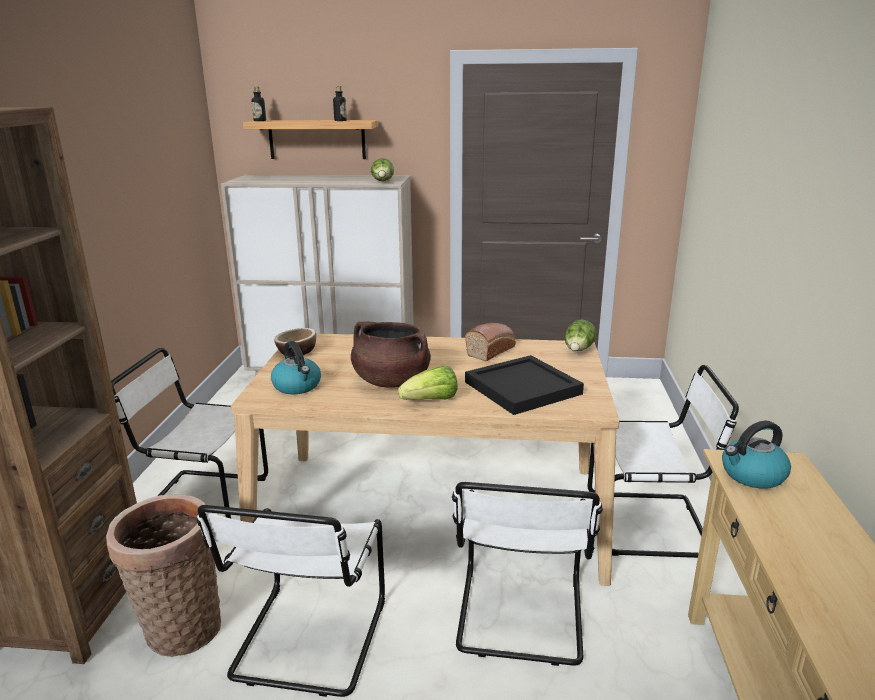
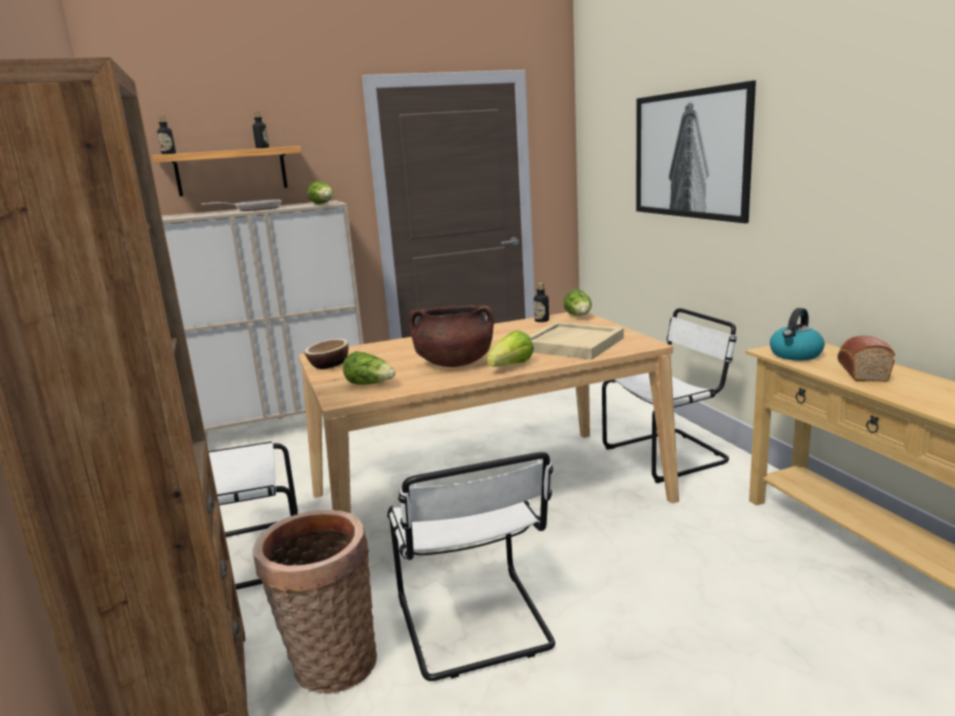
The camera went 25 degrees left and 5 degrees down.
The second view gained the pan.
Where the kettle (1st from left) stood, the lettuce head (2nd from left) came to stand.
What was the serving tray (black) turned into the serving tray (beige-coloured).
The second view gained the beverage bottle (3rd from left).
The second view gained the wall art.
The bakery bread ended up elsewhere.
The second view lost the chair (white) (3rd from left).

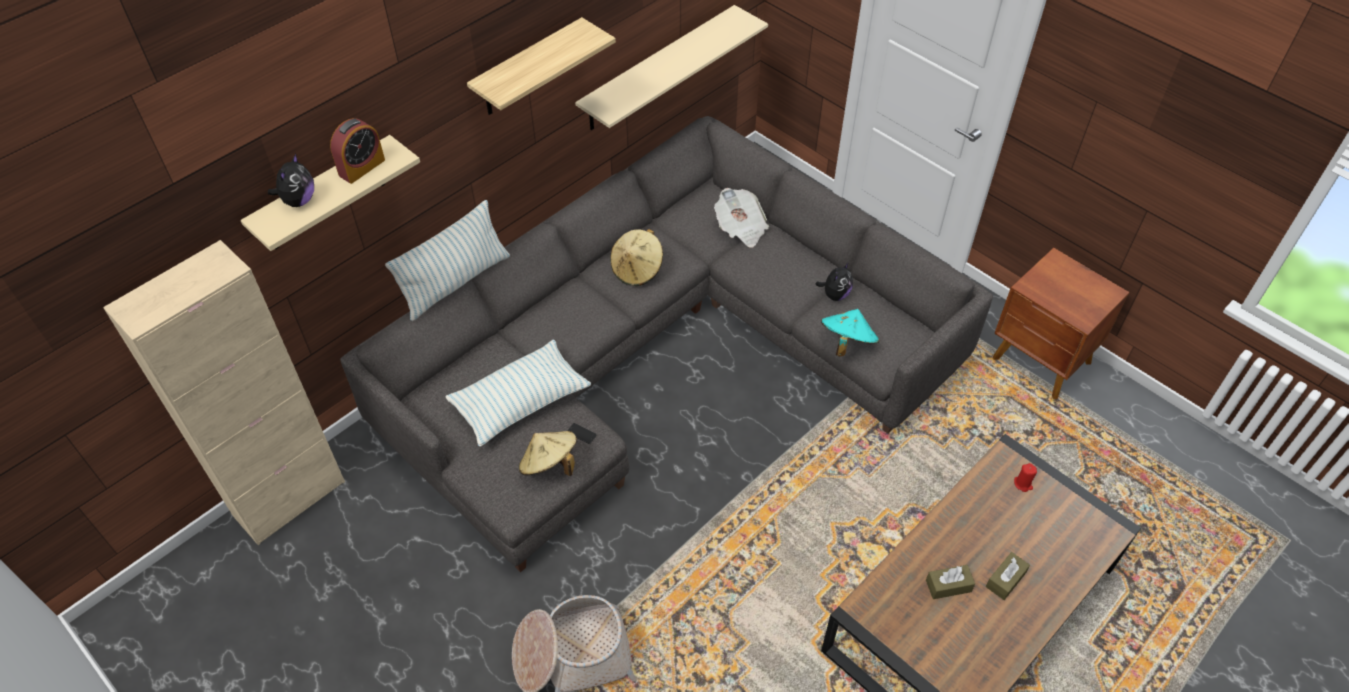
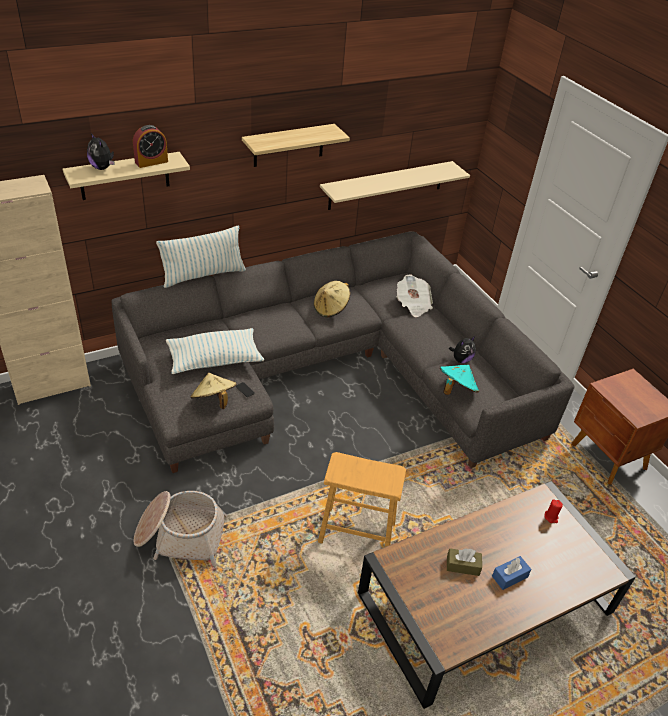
The camera went 15 degrees right and 10 degrees down.
The cuddly toy (1st from left) ended up facing another way, 105 degrees clockwise from before.
The second view gained the stool (brownish).
What was the box of tissues (brownish) (2nd from left) turned into the box of tissues (blue).

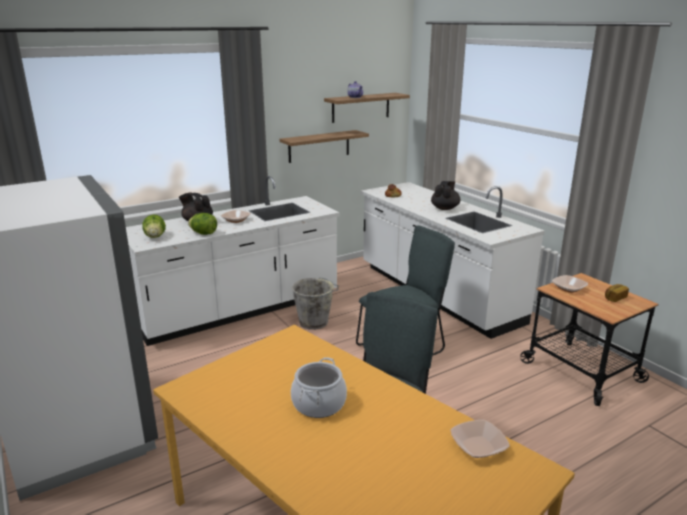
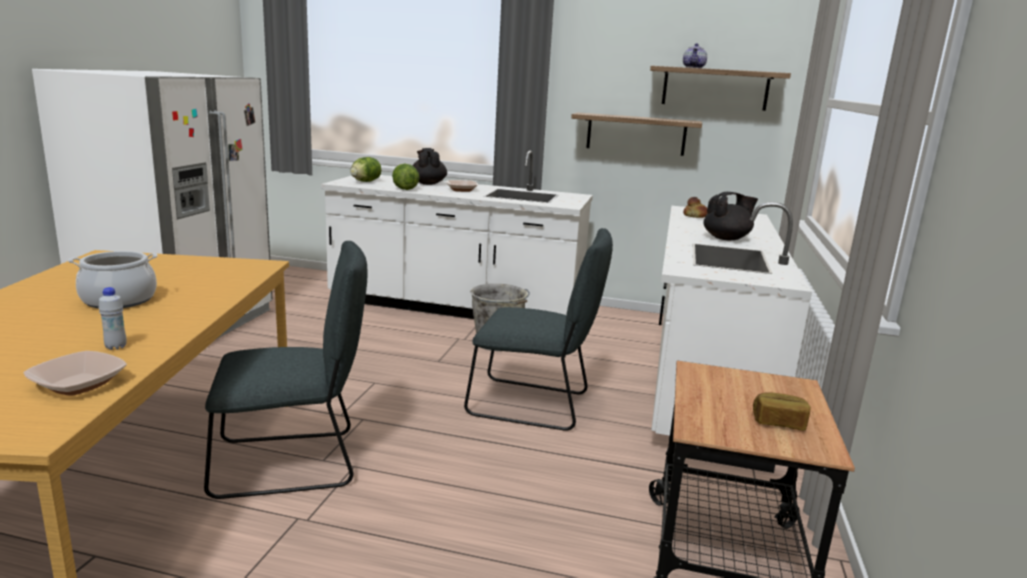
The camera went 45 degrees right and 5 degrees down.
The second view gained the beverage bottle (white).
The second view lost the serving bowl (3rd from left).

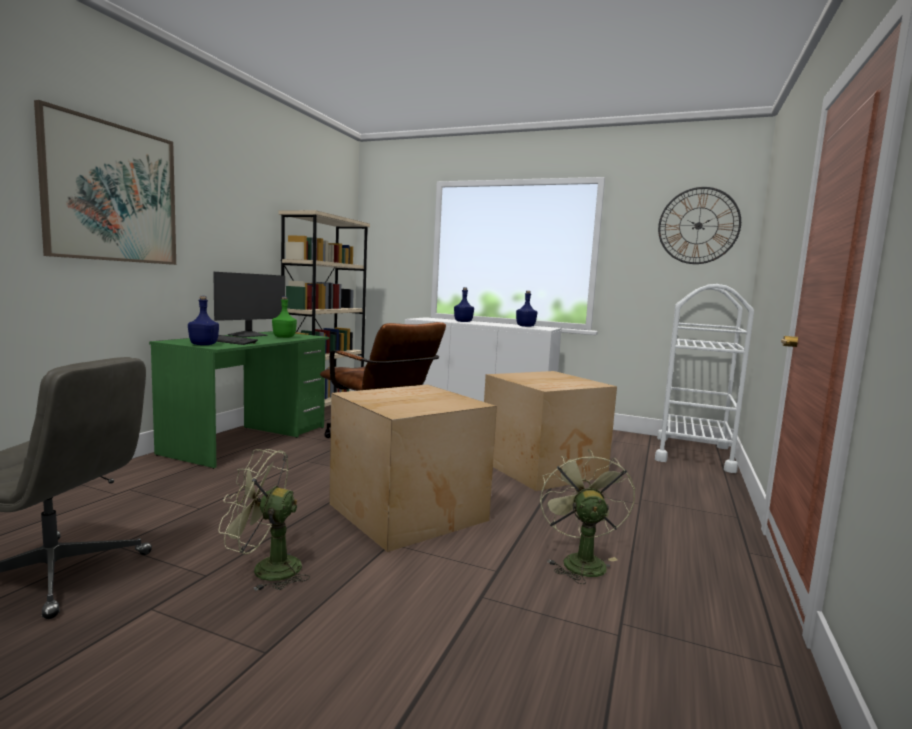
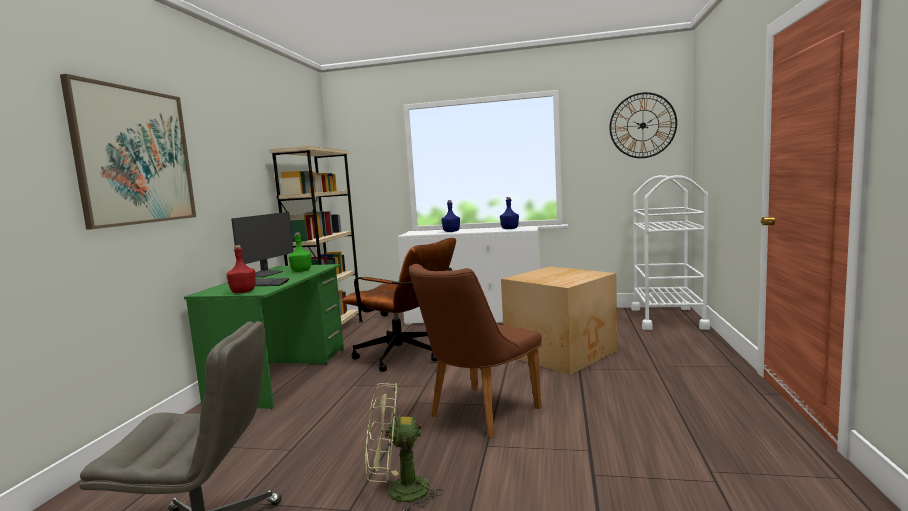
The camera went 10 degrees left and 0 degrees up.
What was the beverage bottle (blue) (1st from left) turned into the beverage bottle (reddish).
Where the packing box (1st from left) stood, the chair (brownish) came to stand.
The second view lost the cooling fan (greenish) (2nd from left).

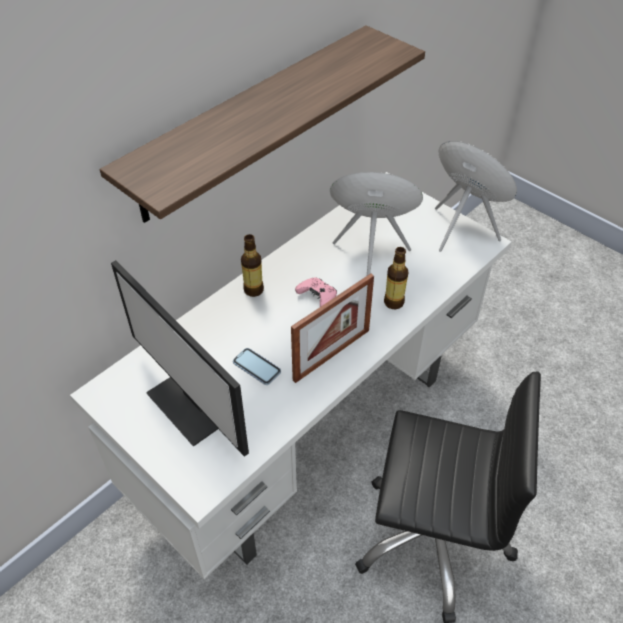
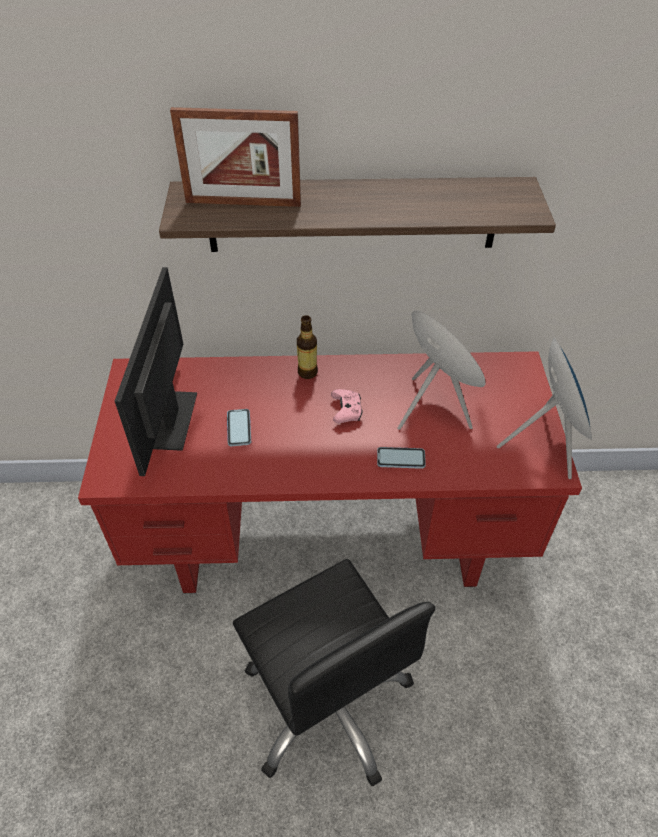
The camera went 45 degrees right and 0 degrees up.
What was the desk unit (white) turned into the desk unit (reddish).
The picture frame ended up elsewhere.
Where the beverage bottle (2nd from left) stood, the phone (2nd from left) came to stand.

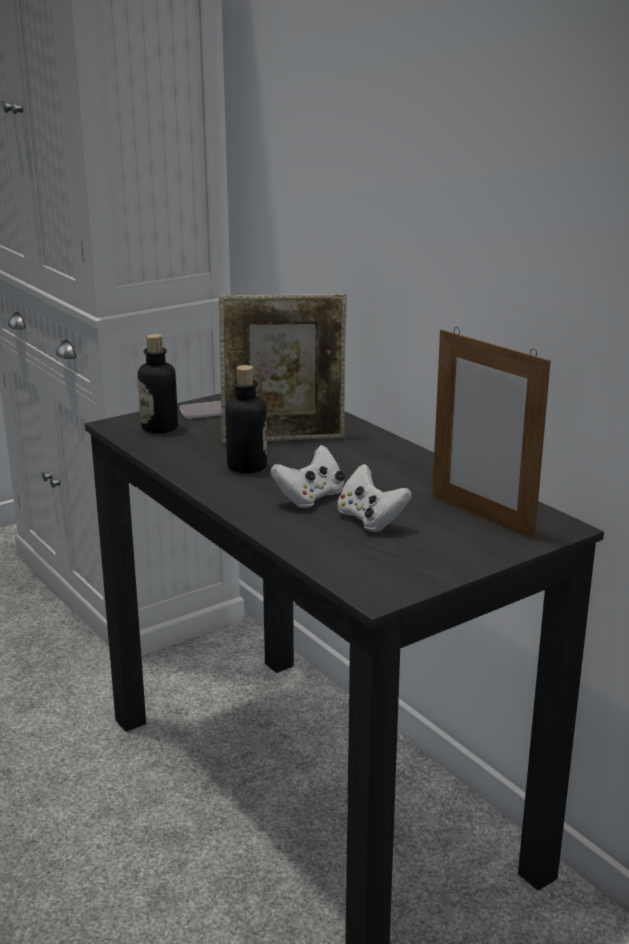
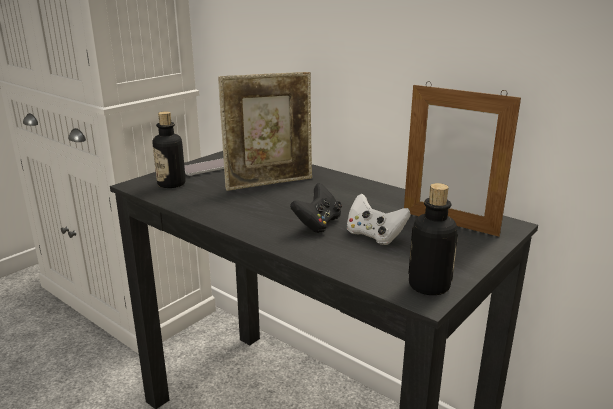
The camera went 15 degrees left and 0 degrees up.
What was the gamepad (white) (1st from left) turned into the gamepad (black).
The beverage bottle (2nd from left) ended up elsewhere.

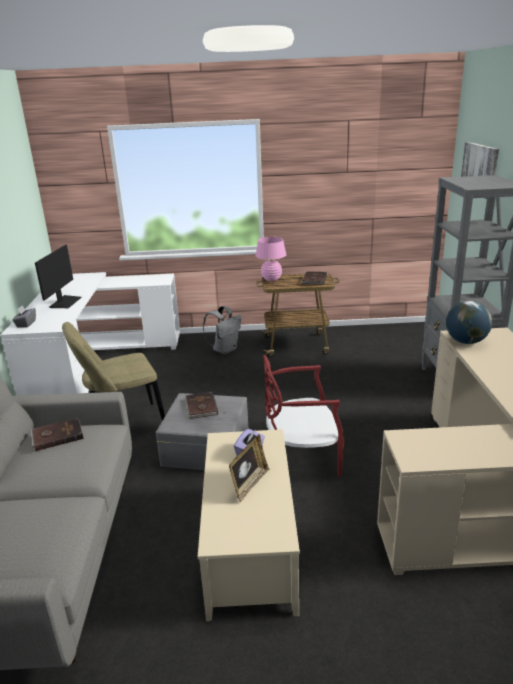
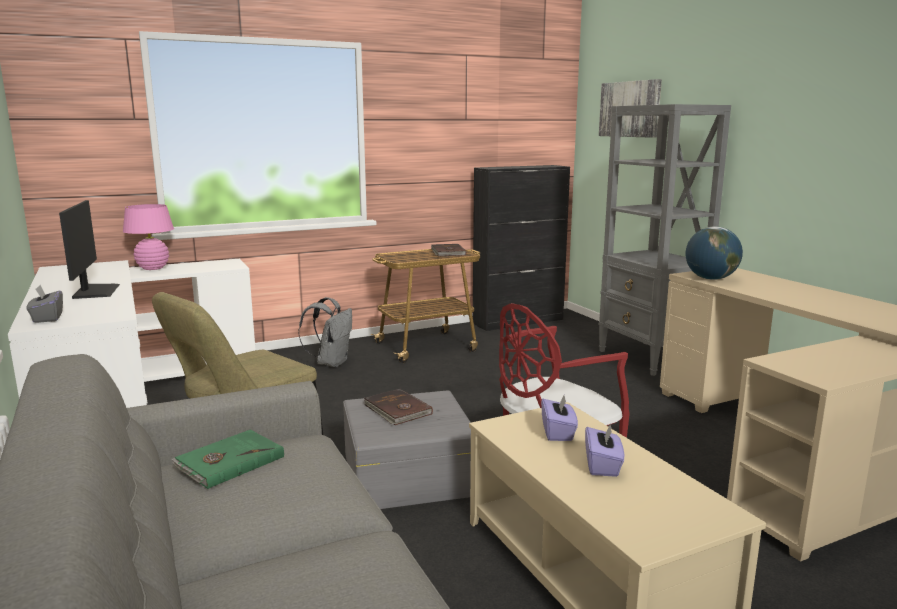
The camera went 25 degrees left and 10 degrees down.
The table lamp (pink) ended up elsewhere.
What was the volume (brownish) (1st from left) turned into the volume (greenish).
The second view gained the storage cabinet (black).
Where the picture frame stood, the box of tissues (purple) (2nd from left) came to stand.

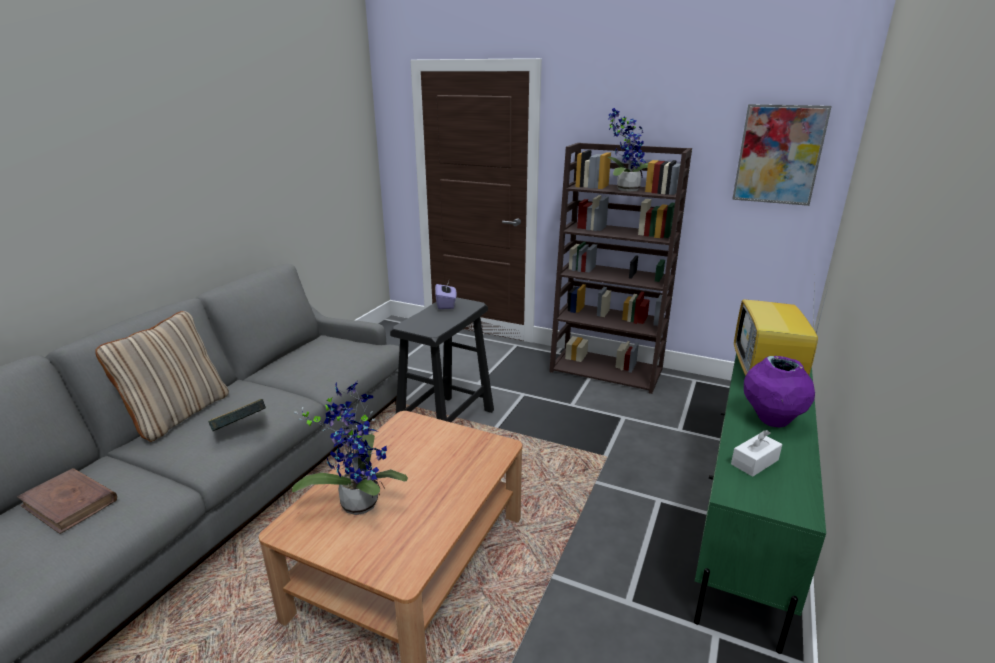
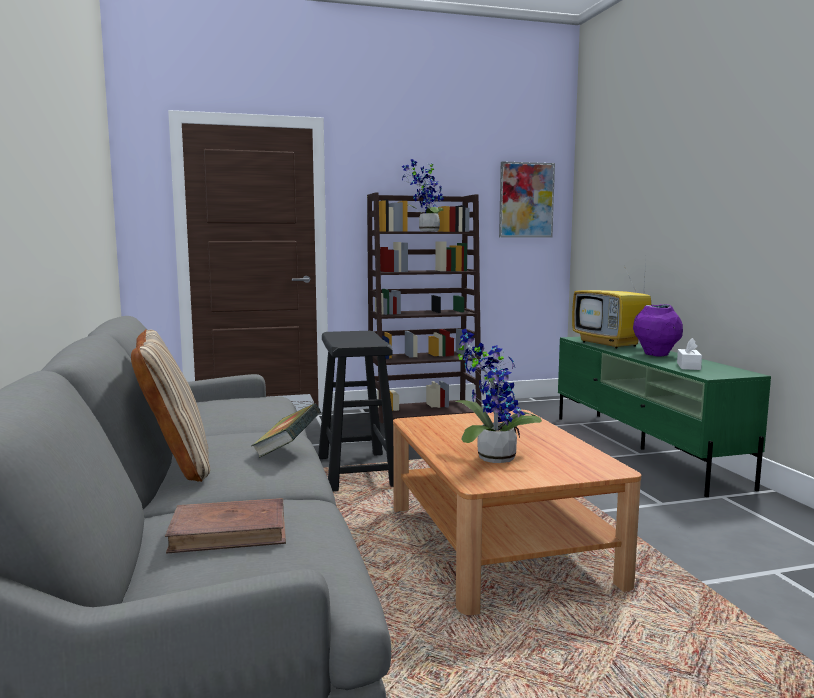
The camera went 40 degrees left and 15 degrees down.
The second view lost the box of tissues (purple).

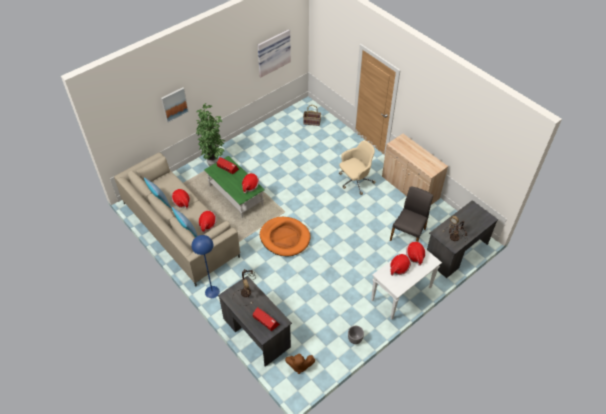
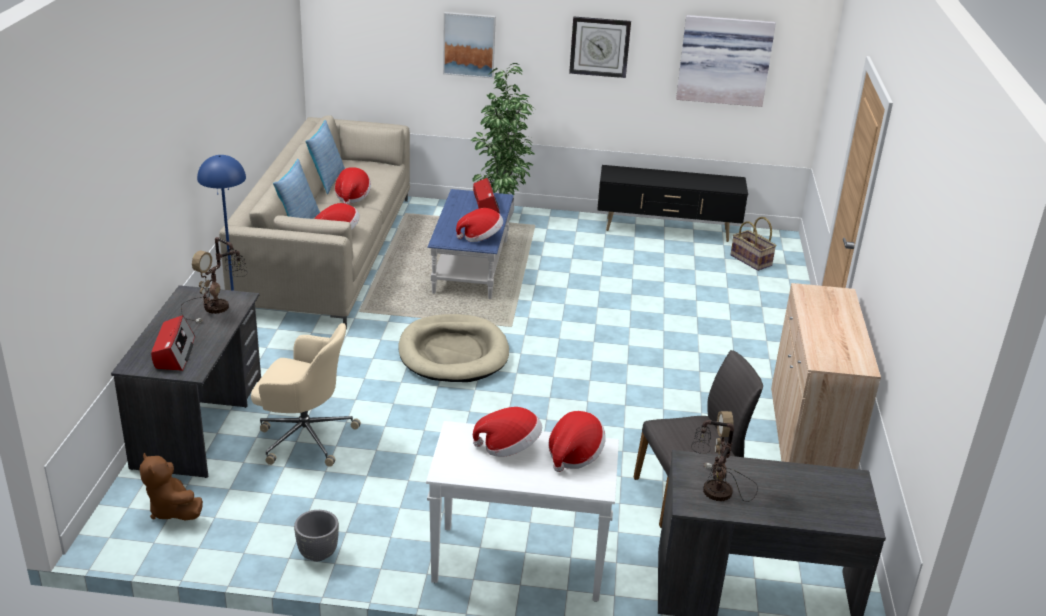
The camera went 45 degrees right and 20 degrees down.
The desk chair (beige-coloured) ended up elsewhere.
What was the dog cushion (orange-coloured) turned into the dog cushion (beige-coloured).
What was the low table (greenish) turned into the low table (blue).
The second view gained the hanging clock.
The second view gained the media console (black).

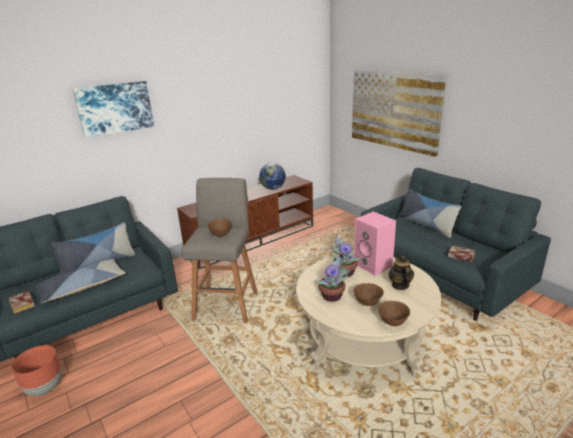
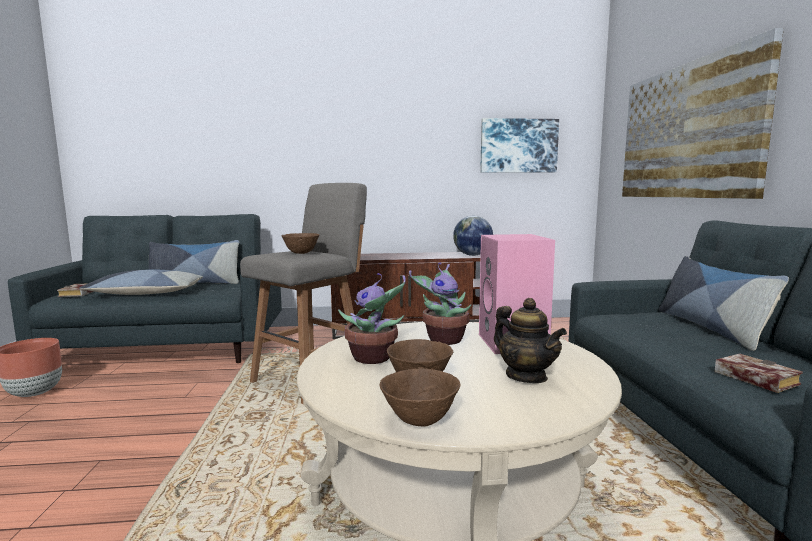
The camera went 30 degrees right and 15 degrees down.
The wall art (1st from left) ended up elsewhere.
The teapot ended up facing another way, 120 degrees clockwise from before.

